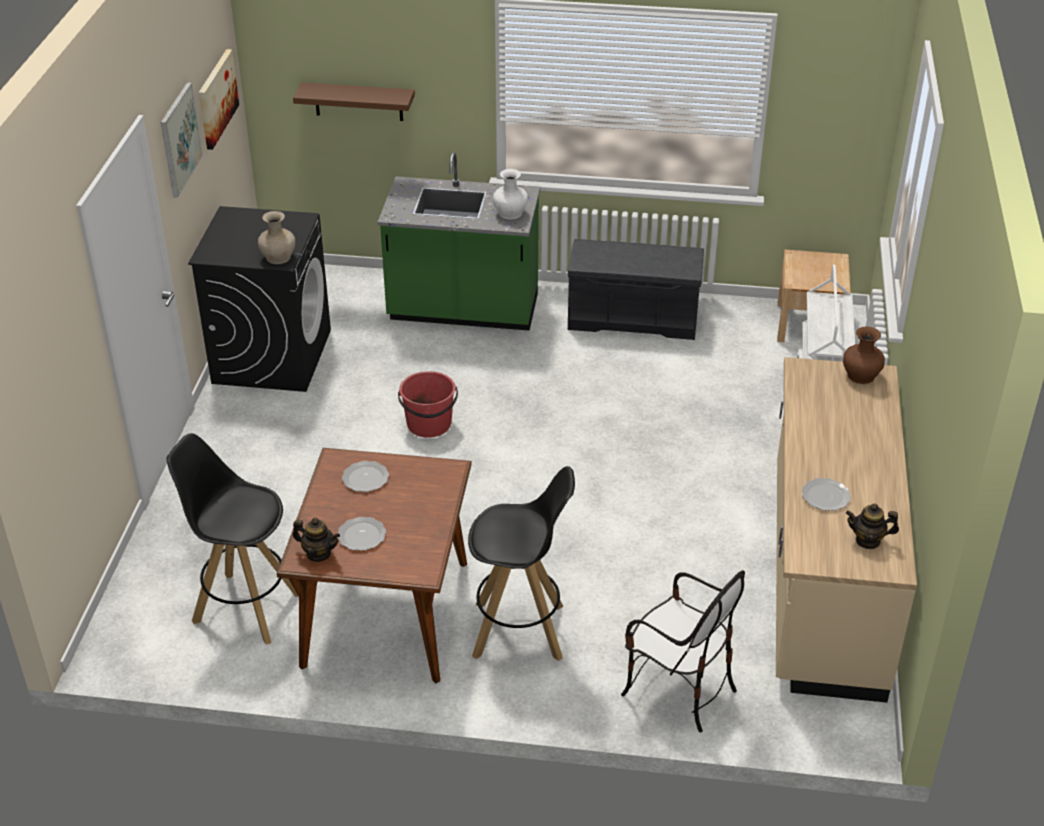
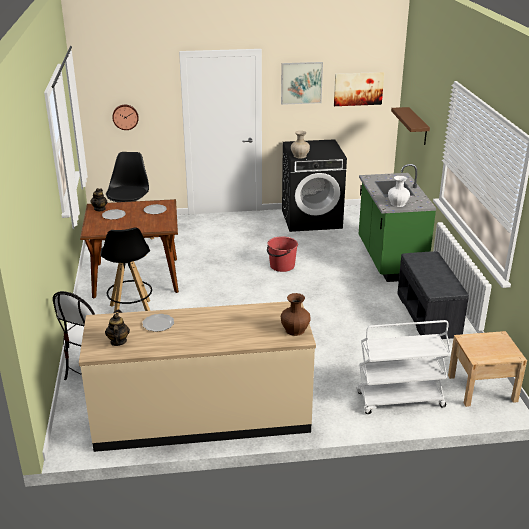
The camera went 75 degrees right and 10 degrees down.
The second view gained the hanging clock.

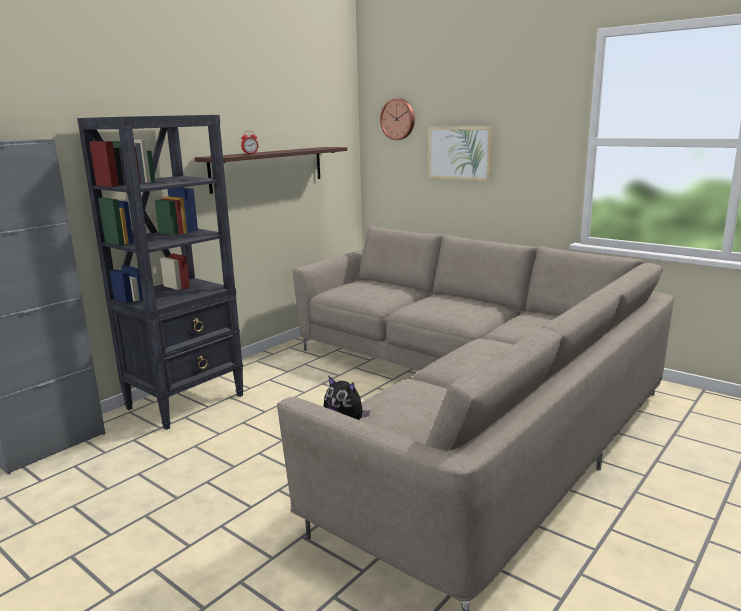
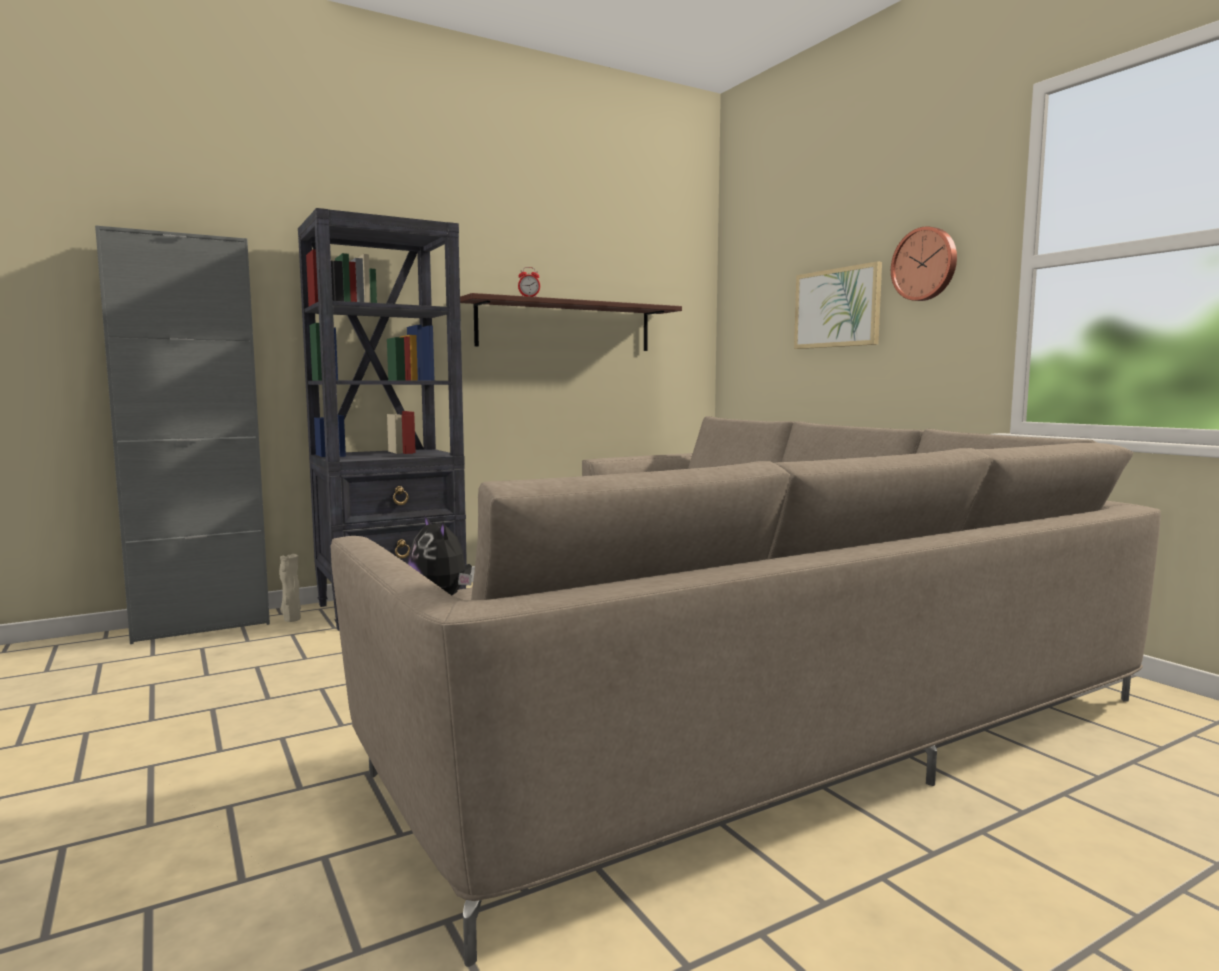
The camera went 20 degrees right and 10 degrees down.
The second view gained the decorative vase (beige-coloured).
The hanging clock ended up elsewhere.

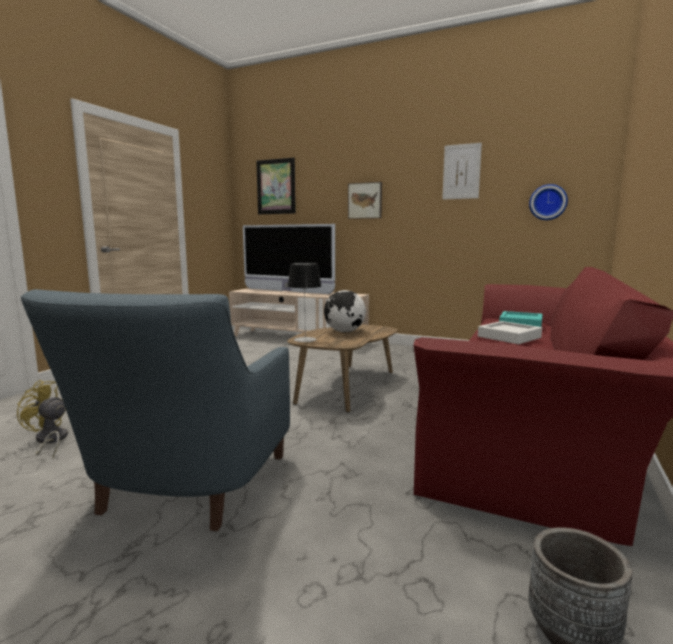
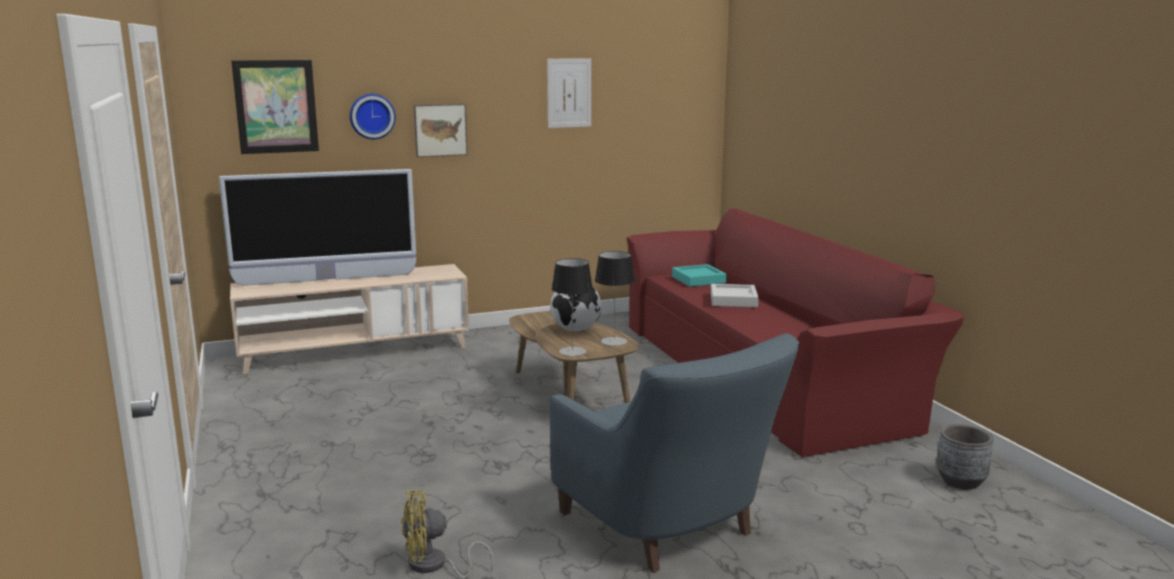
The camera went 45 degrees left and 5 degrees up.
The hanging clock ended up elsewhere.
The second view gained the table lamp (2nd from left).

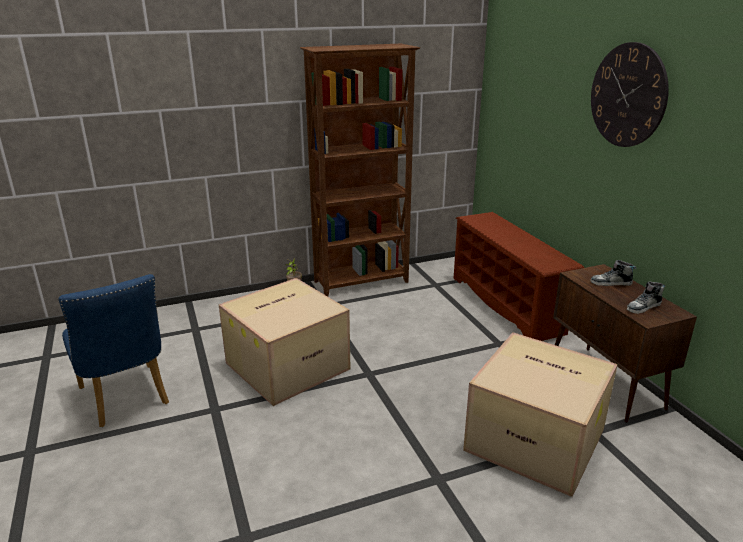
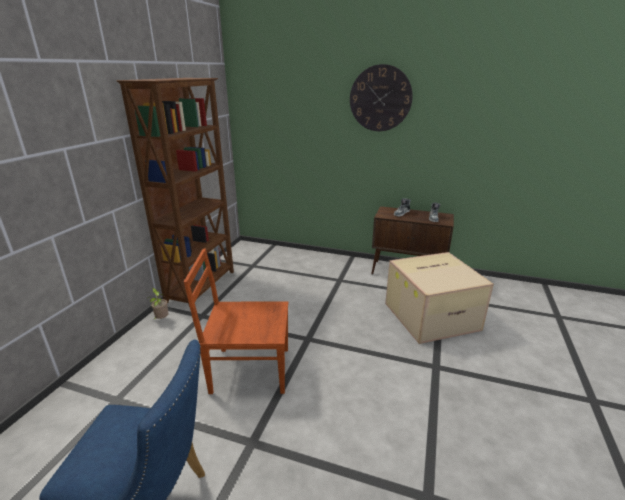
The camera went 50 degrees left and 0 degrees up.
Where the packing box (1st from left) stood, the chair (brownish) came to stand.
The second view lost the shoe shelf (brownish).

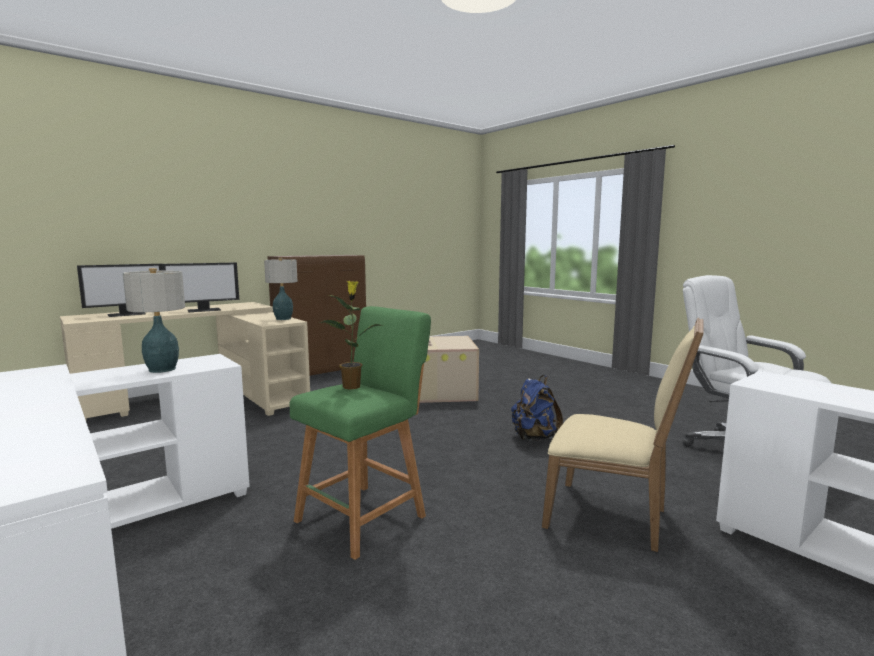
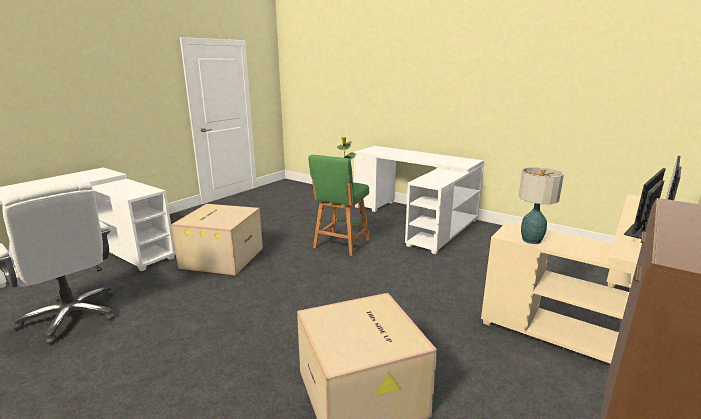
The camera went 165 degrees right and 10 degrees up.
Where the chair (beige-coloured) stood, the packing box (1st from left) came to stand.
The second view lost the table lamp (1st from left).
The second view lost the backpack (blue).

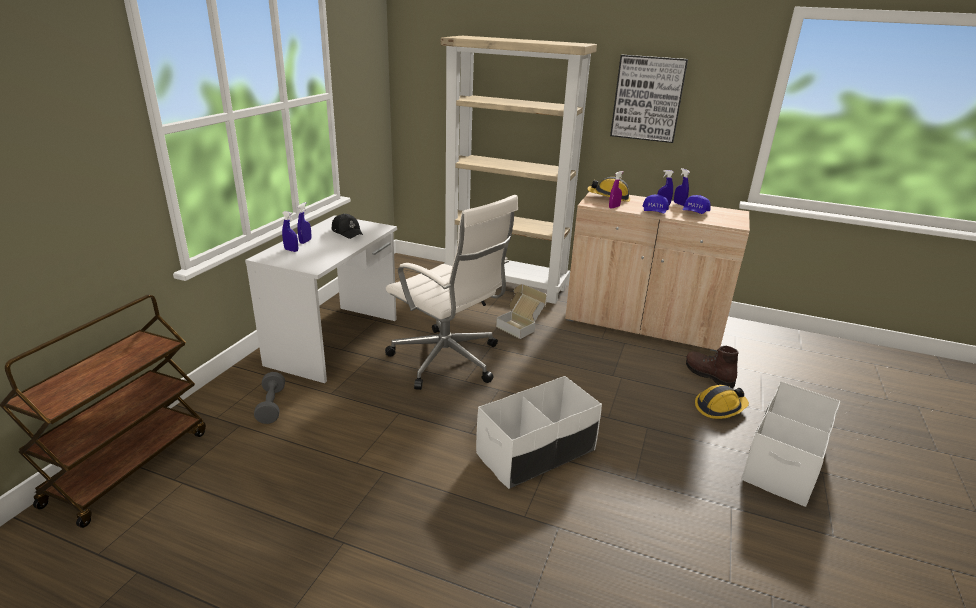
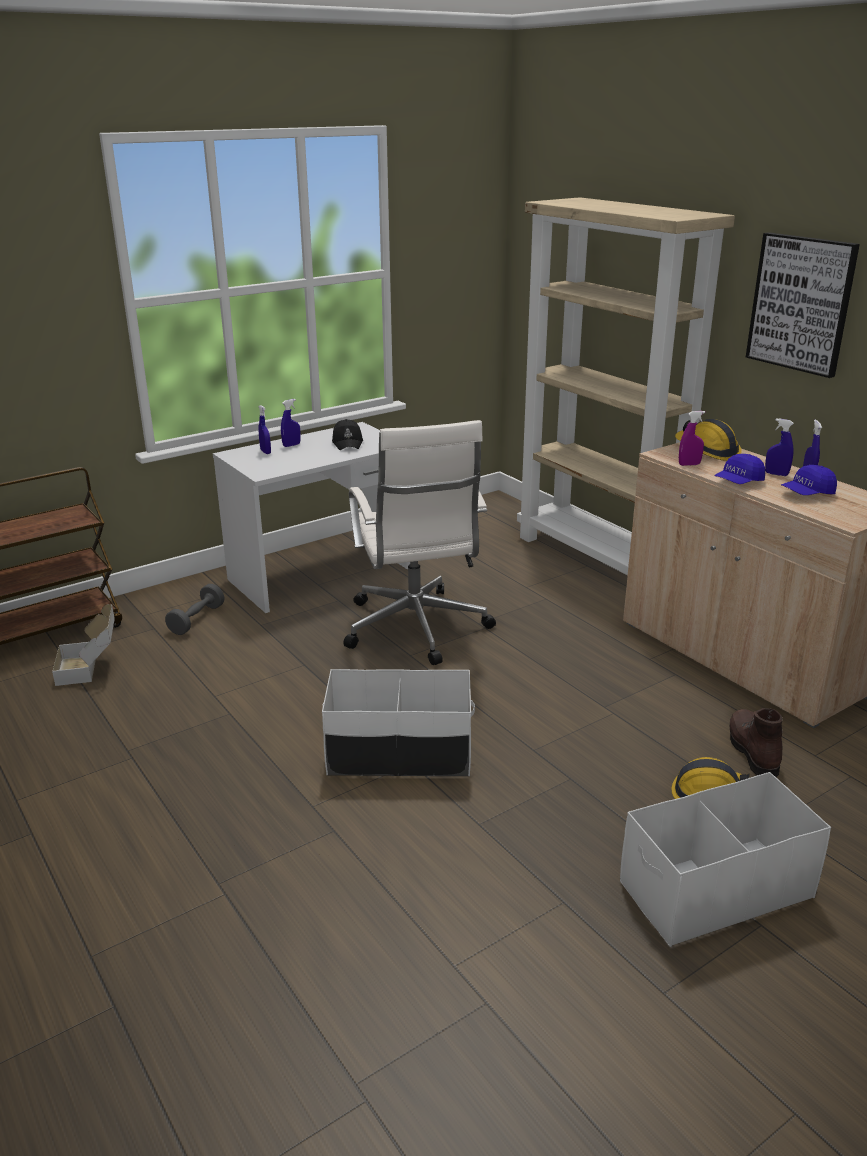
The camera went 35 degrees right and 0 degrees up.
The packing box ended up elsewhere.

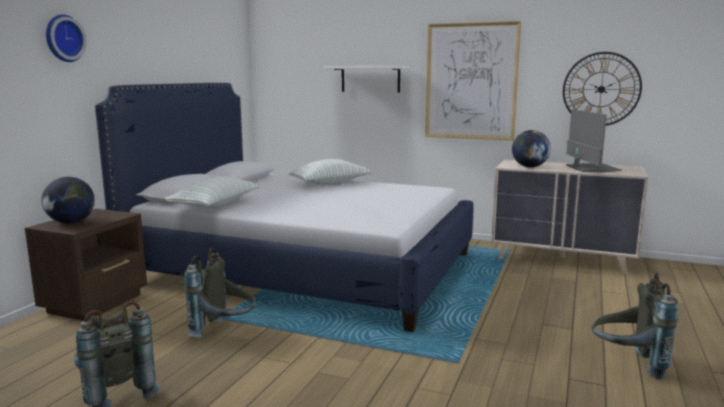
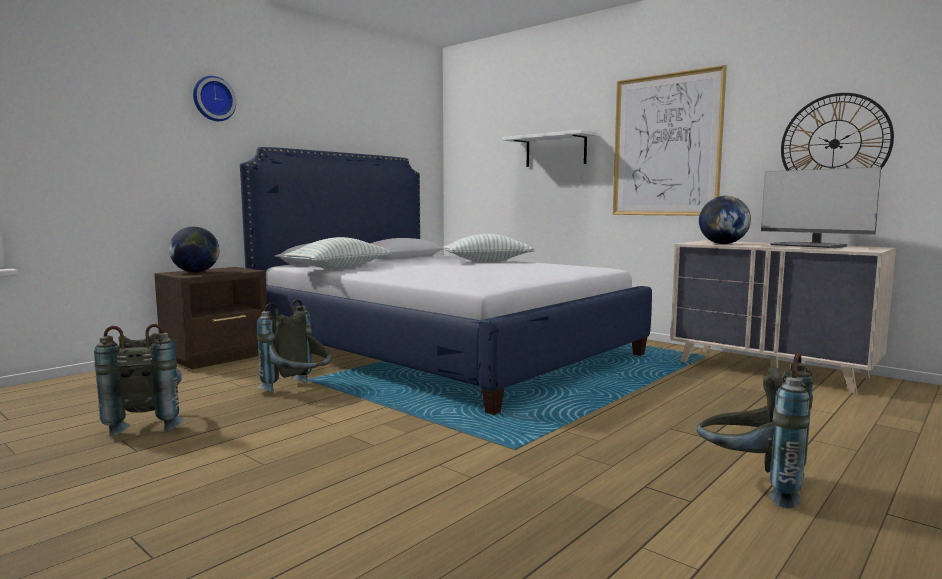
The camera went 20 degrees right and 5 degrees down.
The computer display ended up facing another way, 120 degrees clockwise from before.

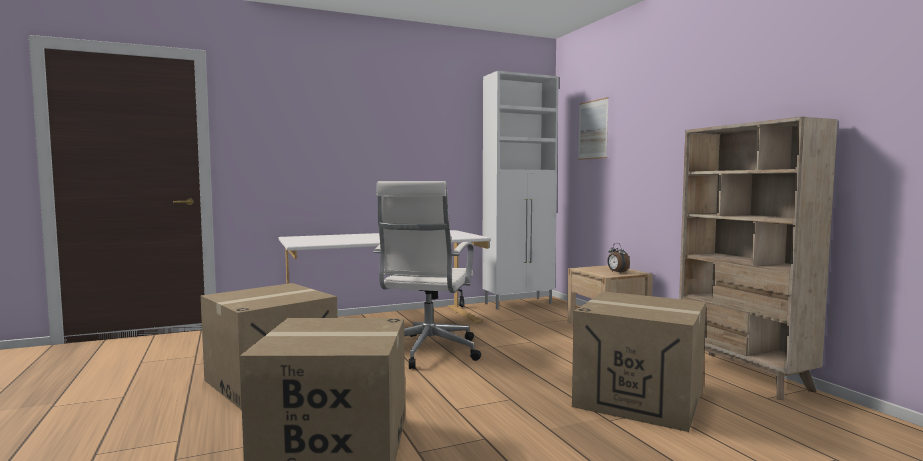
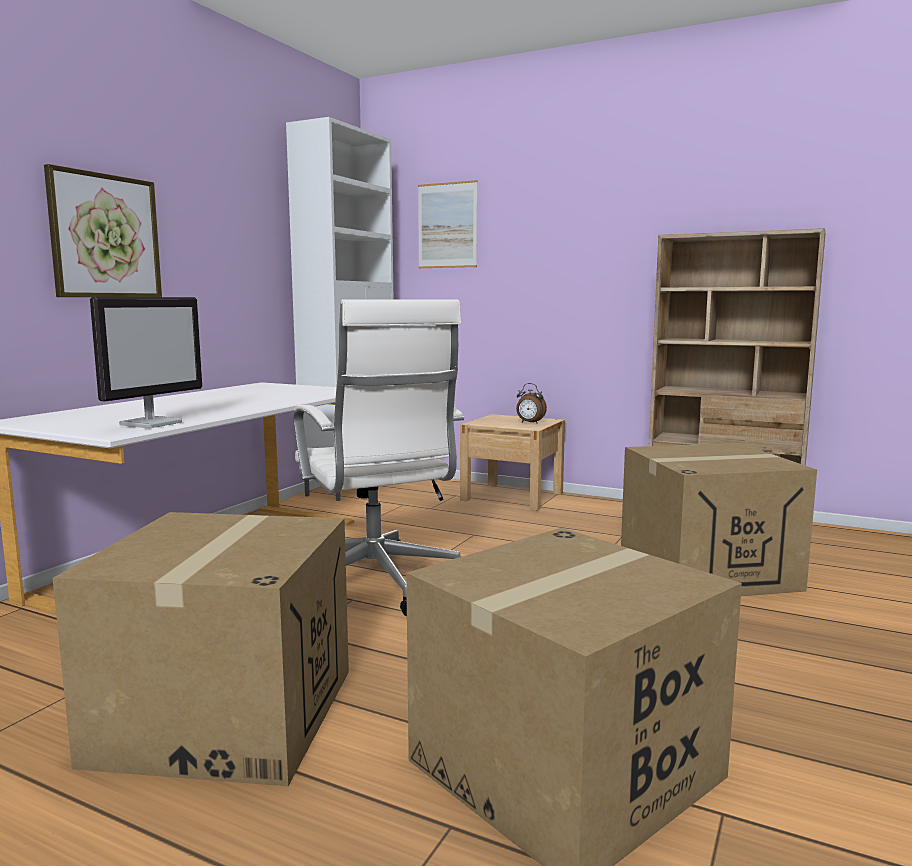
The camera went 40 degrees left and 5 degrees up.
The second view gained the wall art (1st from left).
The second view gained the computer display.

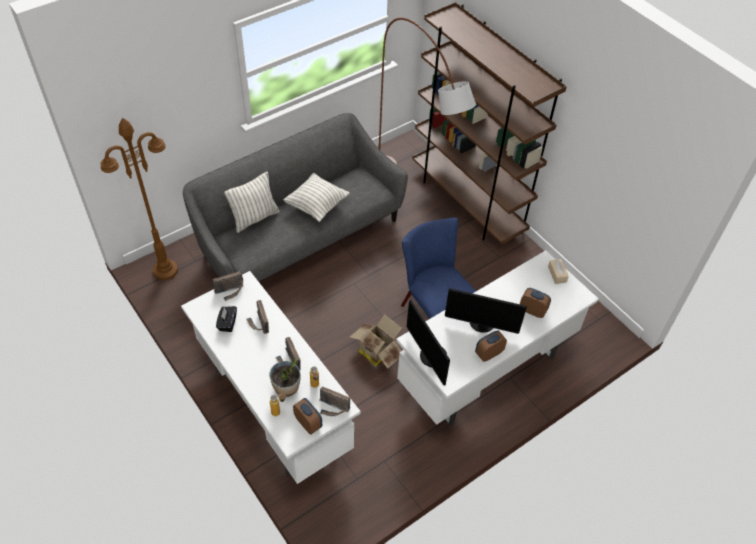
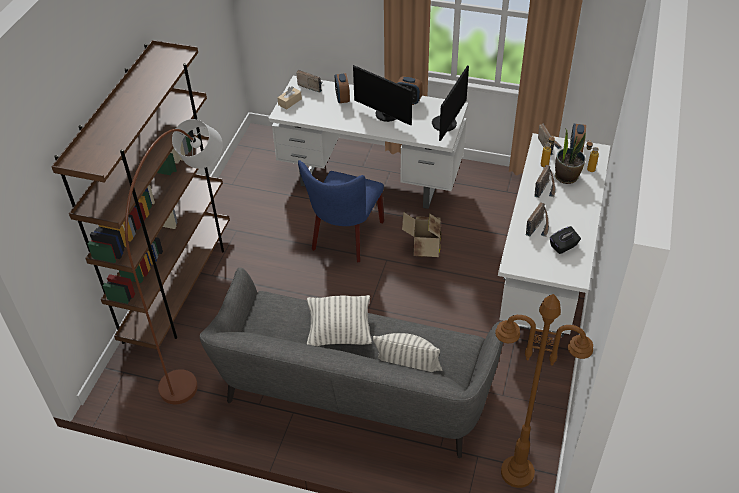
The camera went 125 degrees left and 5 degrees down.
The radio (1st from left) ended up elsewhere.
The computer display (2nd from left in the first image) ended up facing another way, 150 degrees clockwise from before.

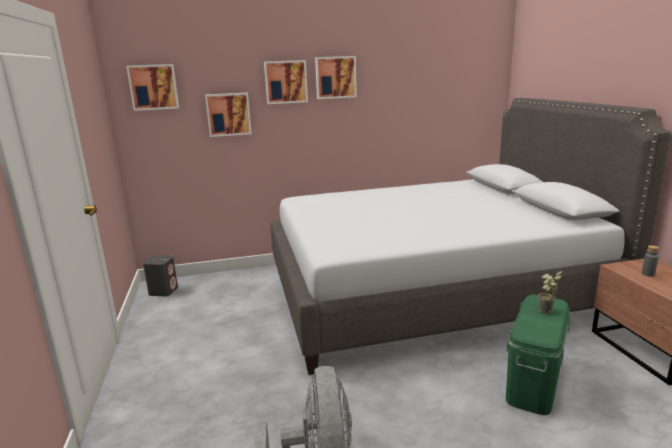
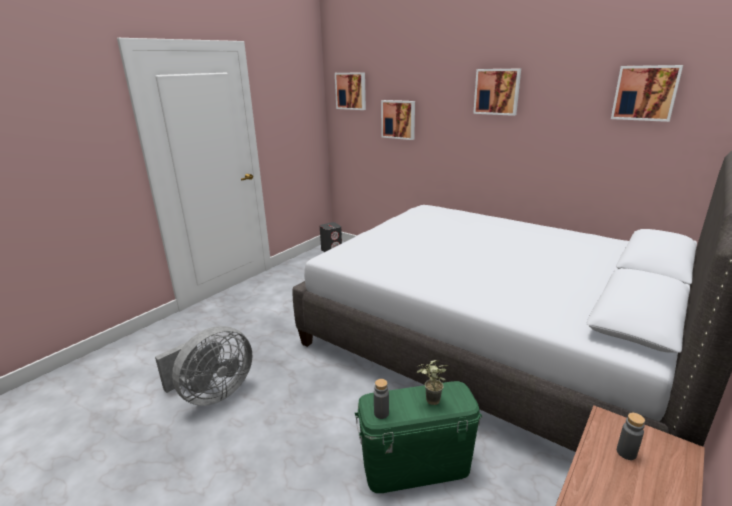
The camera went 50 degrees right and 5 degrees up.
The second view gained the beverage bottle (gray) (1st from left).
The wall art (3rd from left in the first image) ended up elsewhere.

